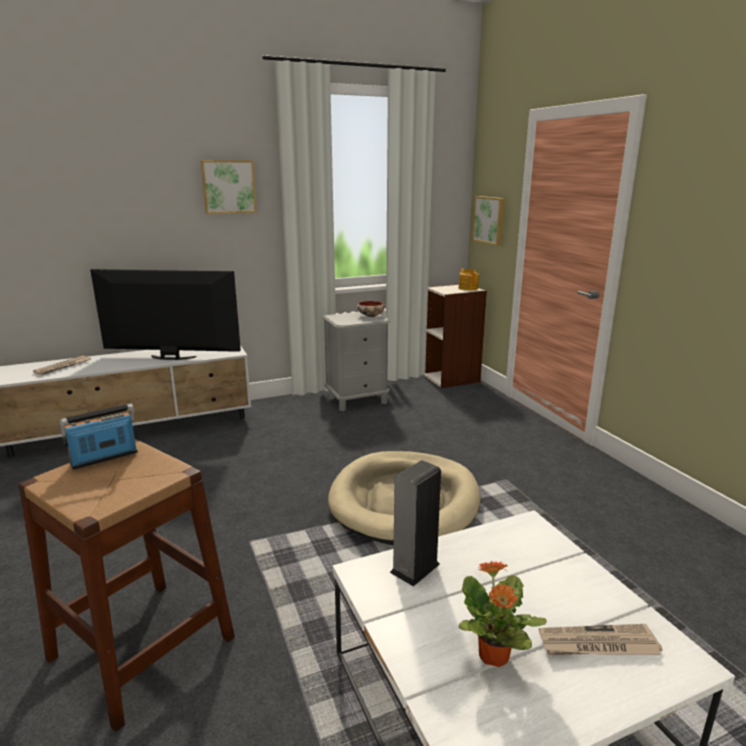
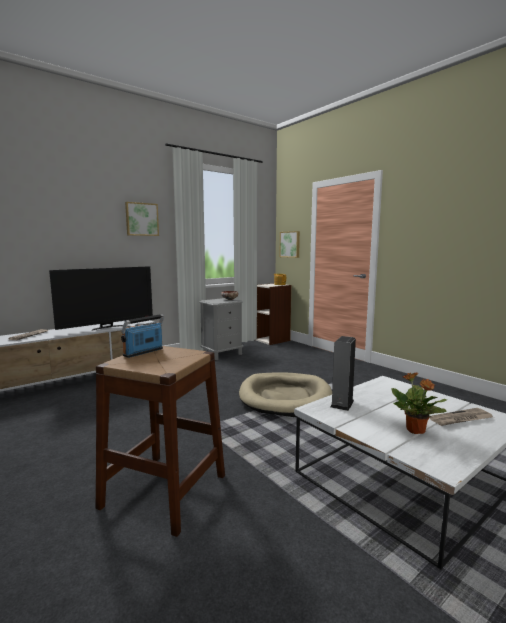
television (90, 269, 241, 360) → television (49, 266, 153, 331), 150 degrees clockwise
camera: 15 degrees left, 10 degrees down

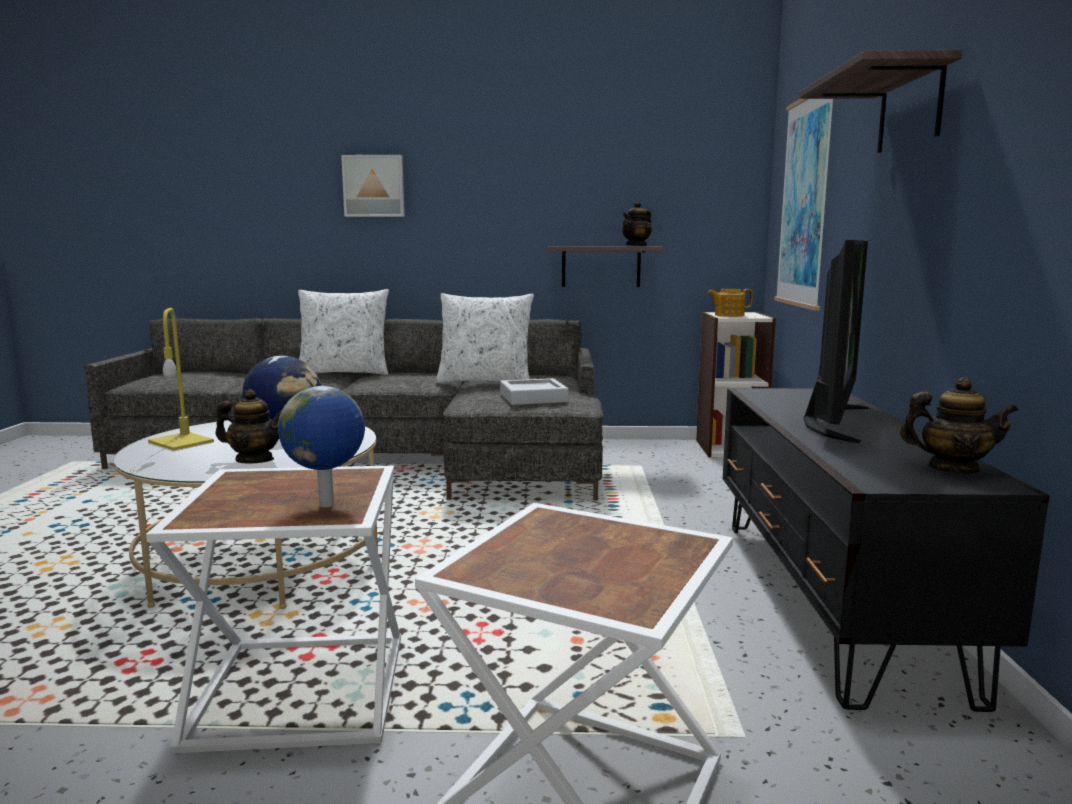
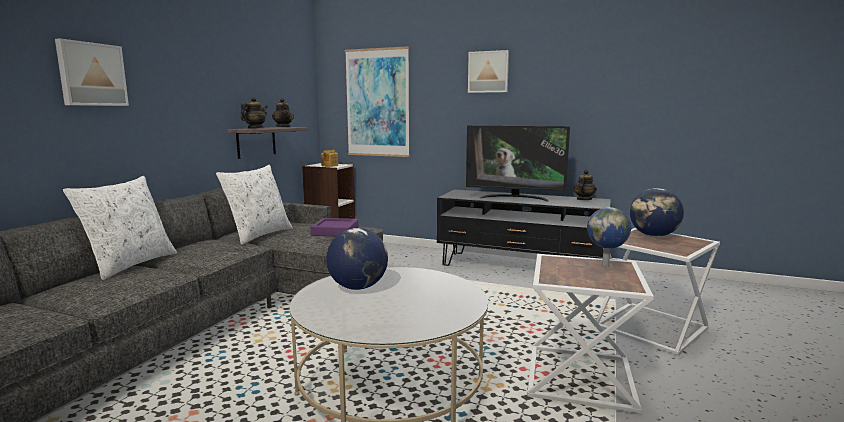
yellow table lamp (148, 308, 214, 451) → -
teapot (215, 389, 281, 464) → teapot (240, 97, 267, 128), shifted
grey tray (500, 378, 569, 405) → purple tray (311, 218, 359, 237)
shelf (798, 50, 962, 153) → picture (468, 50, 509, 93)
television (803, 240, 870, 443) → television (466, 126, 570, 201), 150 degrees clockwise
- → globe (630, 188, 684, 237)
camera: 70 degrees left, 0 degrees up

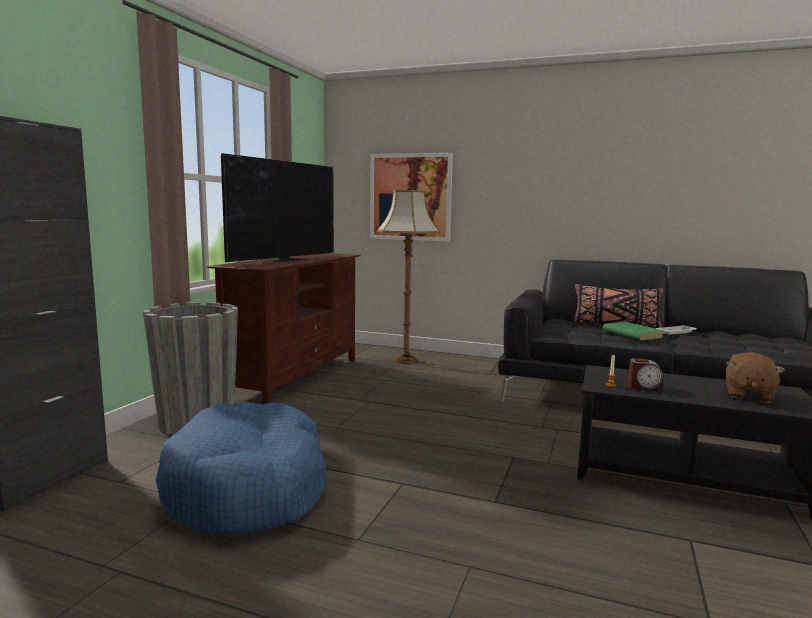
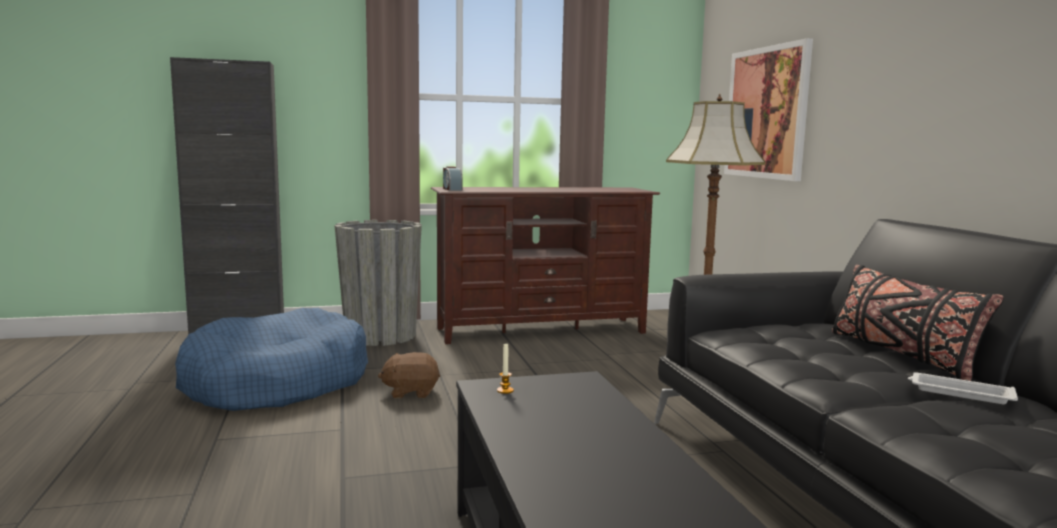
television (221, 153, 334, 262) → -
green book (603, 322, 664, 341) → -
alarm clock (628, 358, 664, 391) → alarm clock (443, 166, 463, 190), shifted
brown plush toy (726, 352, 785, 403) → brown plush toy (378, 352, 440, 399), shifted
camera: 55 degrees right, 0 degrees up

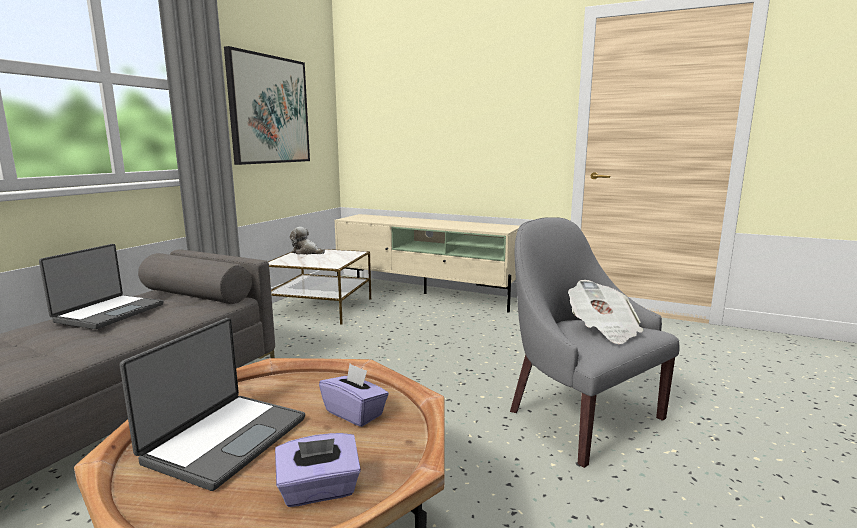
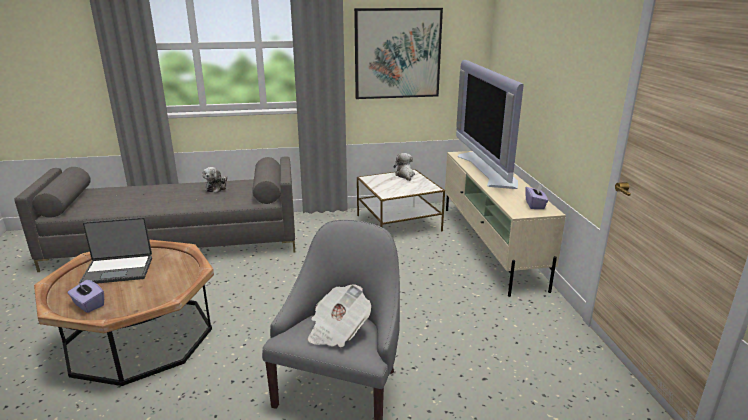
laptop (39, 244, 164, 329) → plush toy (203, 167, 227, 193)
purple tissue box (319, 364, 389, 427) → purple tissue box (525, 184, 548, 209), shifted
- → television (456, 60, 524, 189)
camera: 55 degrees right, 10 degrees up

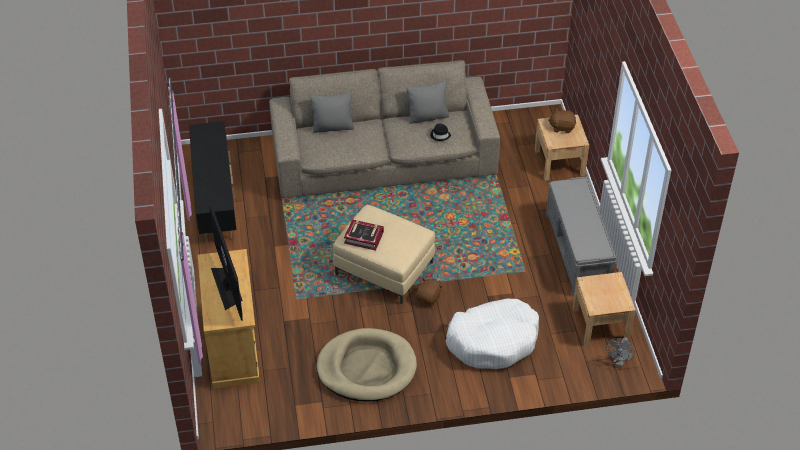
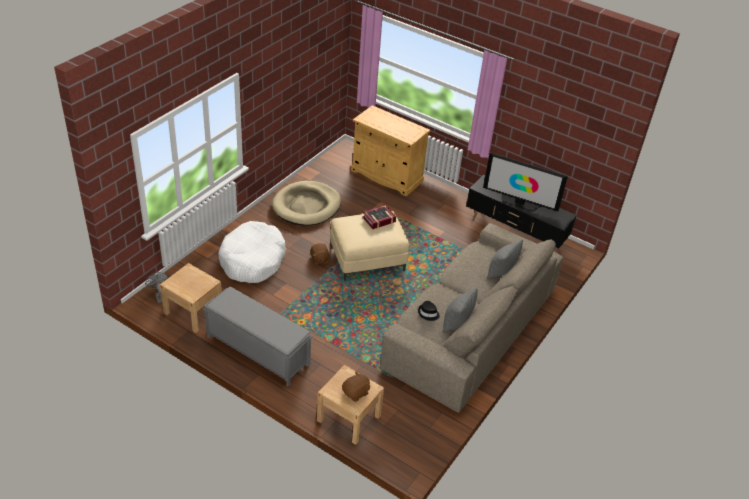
television (209, 203, 243, 321) → television (483, 152, 568, 212), shifted
camera: 130 degrees right, 5 degrees down

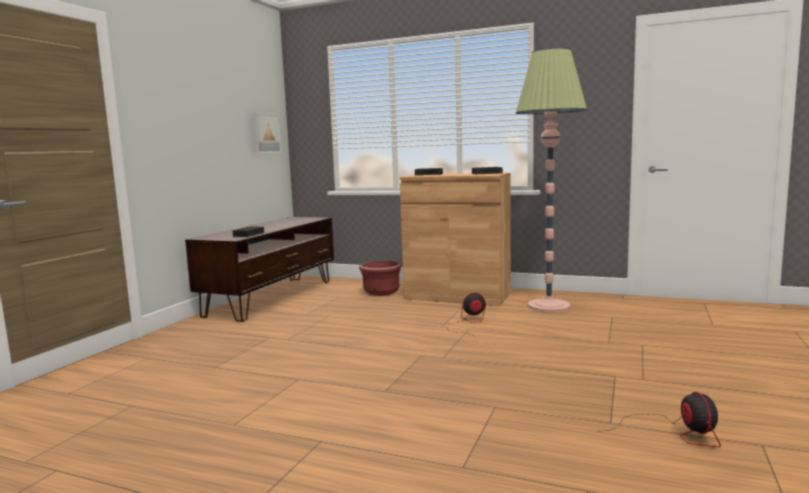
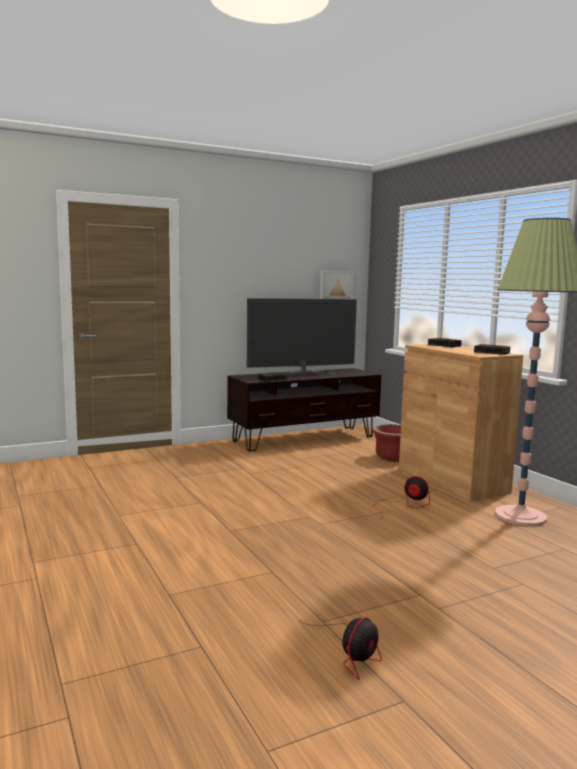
- → television (247, 298, 357, 375)
camera: 40 degrees right, 0 degrees up

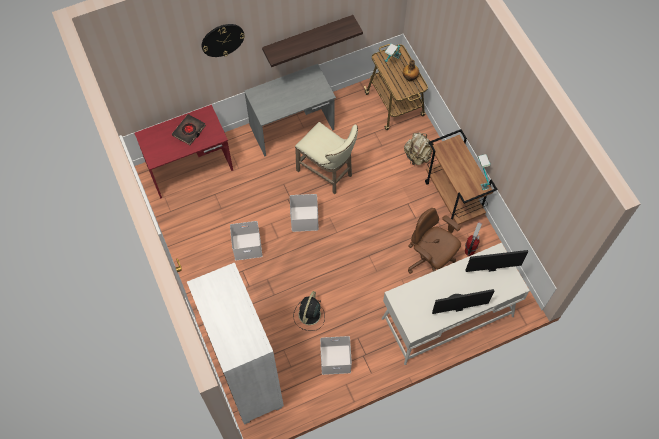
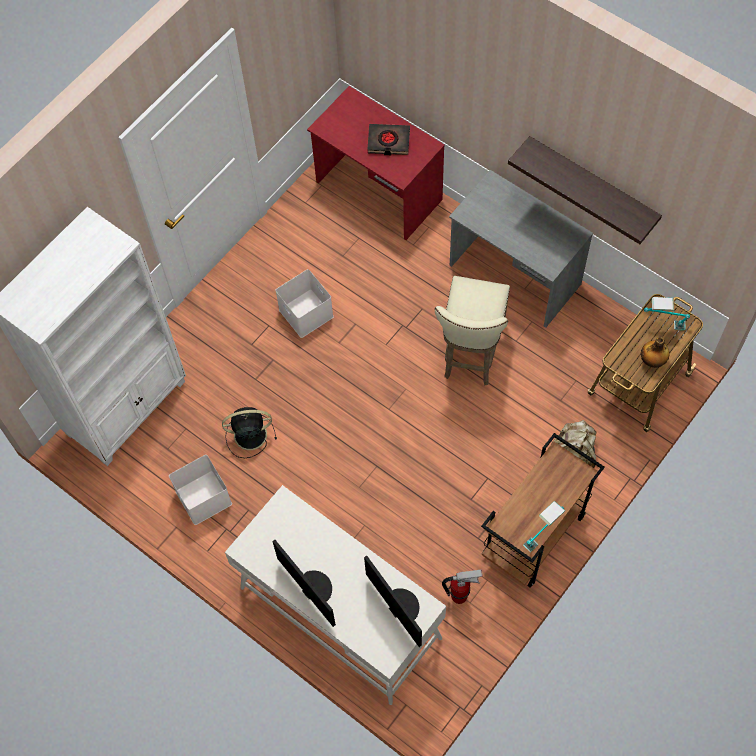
wall clock (202, 24, 245, 57) → -
white storage box (290, 194, 319, 232) → -
brown office chair (408, 208, 461, 274) → -
camera: 65 degrees right, 0 degrees up

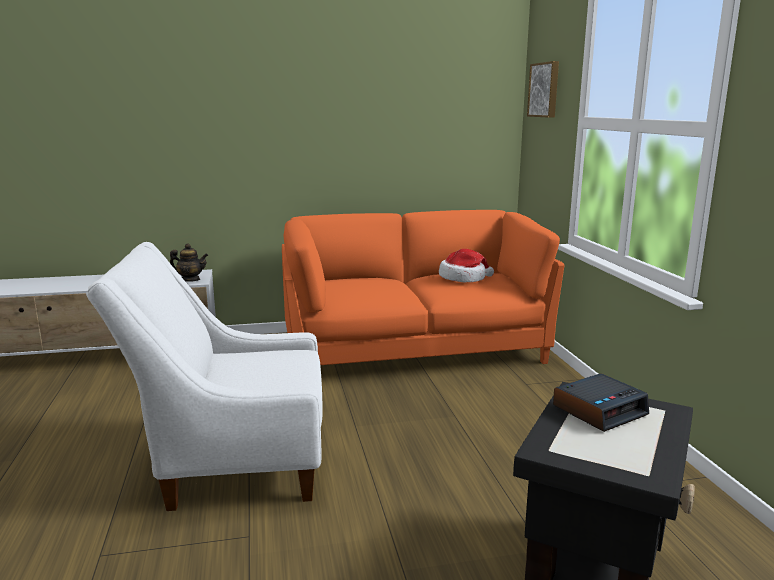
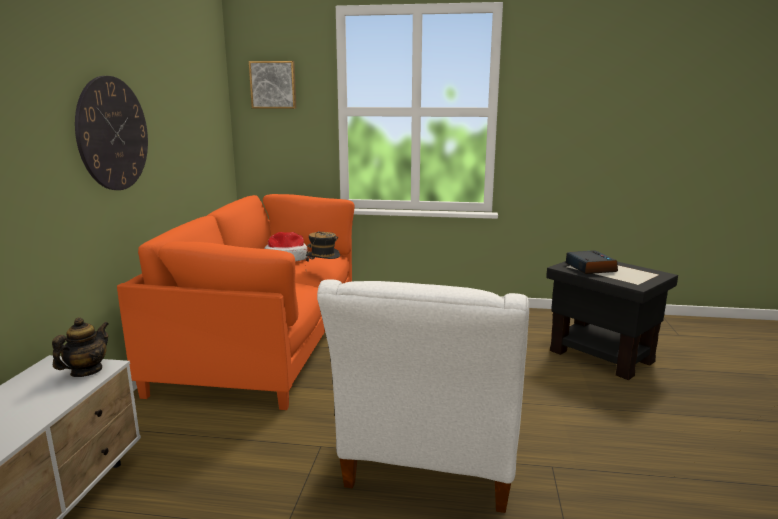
- → wall clock (75, 76, 148, 190)
- → hat (305, 231, 340, 264)
camera: 70 degrees left, 0 degrees up

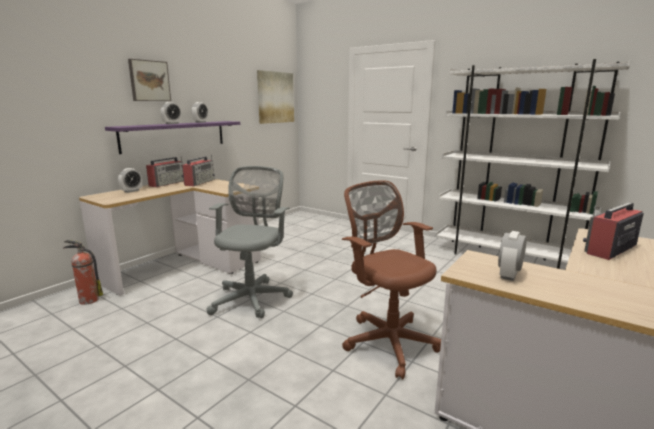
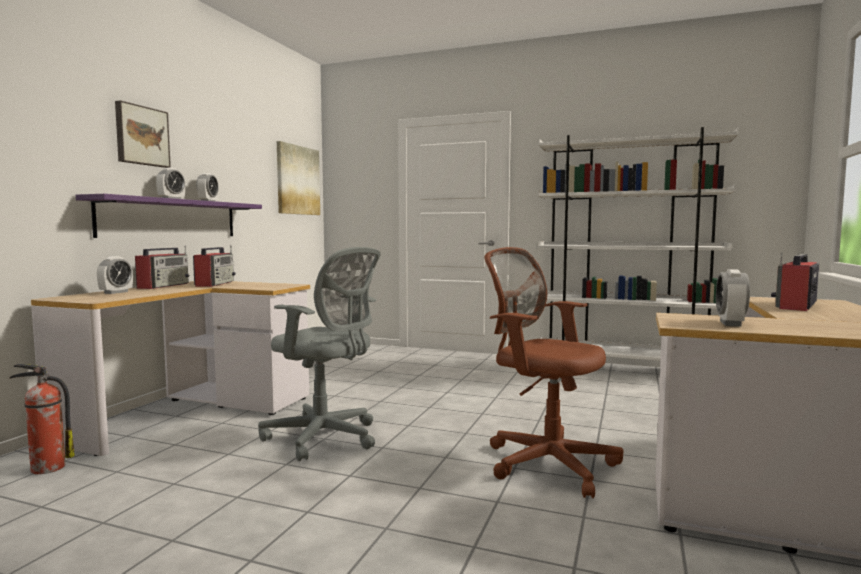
grey office chair (206, 166, 293, 318) → grey office chair (258, 247, 381, 461), 120 degrees clockwise
camera: 15 degrees left, 10 degrees down

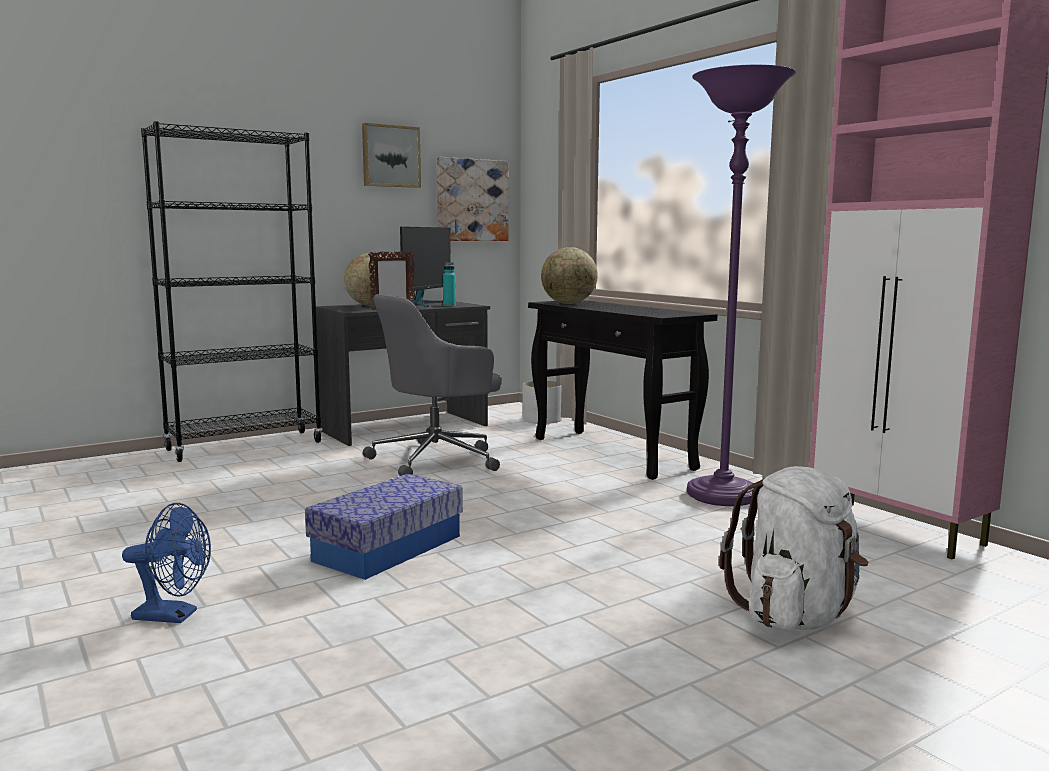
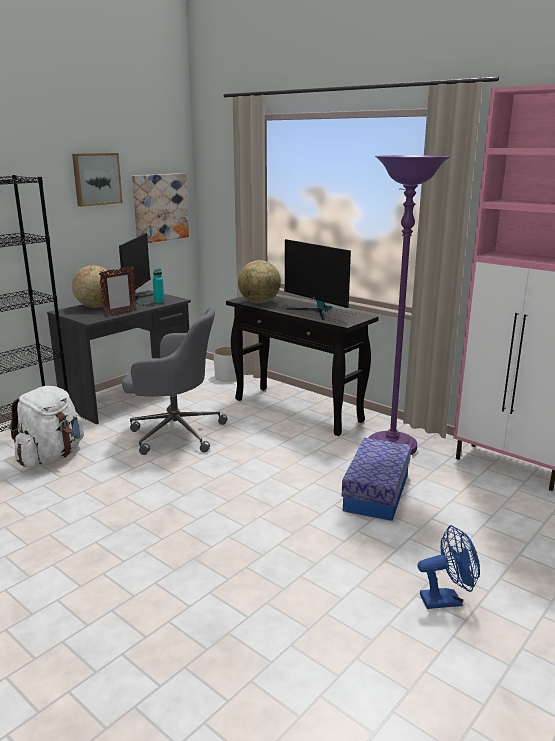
blue fan (122, 503, 211, 623) → blue fan (418, 525, 480, 609), shifted
storage box (305, 474, 463, 580) → storage box (341, 438, 411, 521), shifted
grey office chair (363, 294, 502, 476) → grey office chair (122, 307, 228, 455), 120 degrees counterclockwise
white backpack (719, 466, 868, 631) → white backpack (10, 386, 84, 467), shifted
- → monitor (284, 239, 351, 320)
camera: 15 degrees left, 10 degrees up

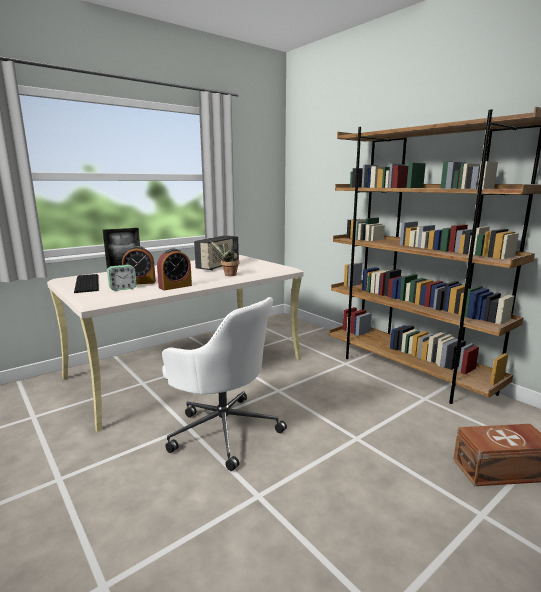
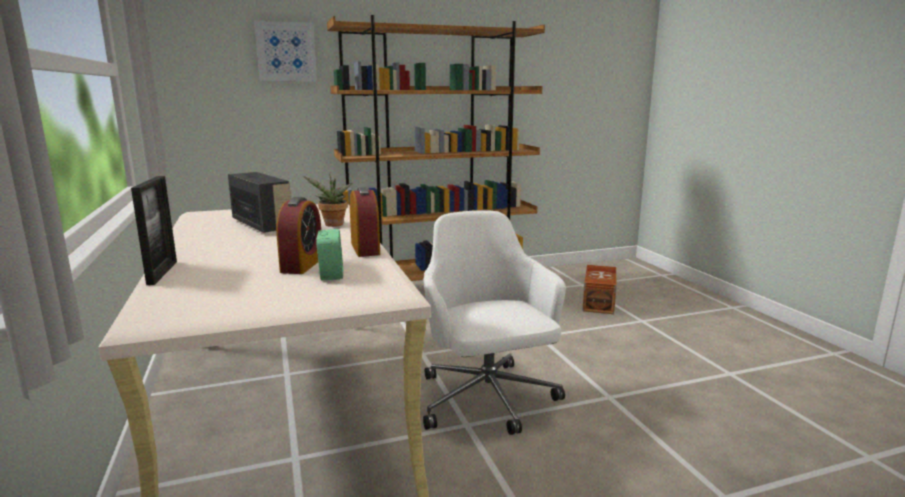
keyboard (74, 274, 99, 293) → -
white office chair (162, 297, 287, 471) → white office chair (423, 210, 566, 435), 75 degrees counterclockwise
- → picture (254, 21, 317, 81)
camera: 70 degrees left, 0 degrees up

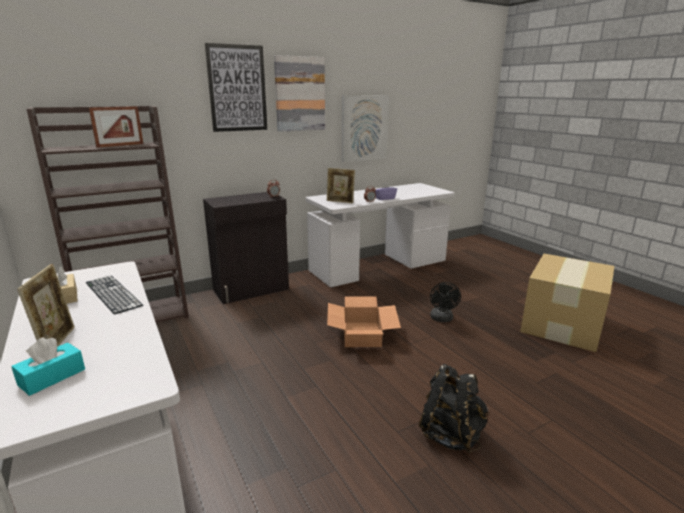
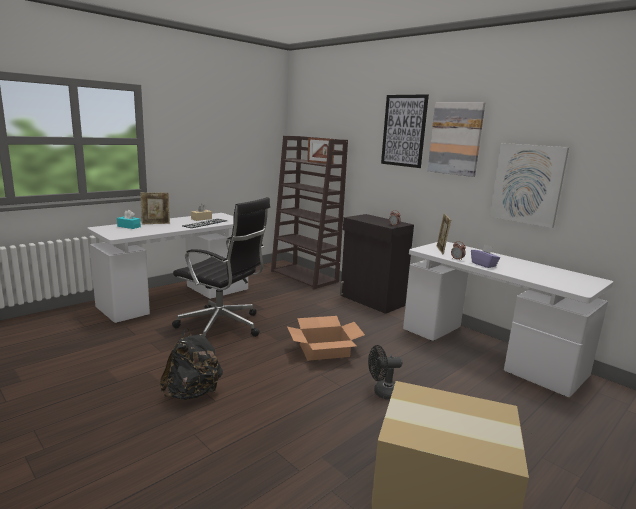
- → black office chair (172, 197, 270, 337)
camera: 75 degrees right, 5 degrees down

